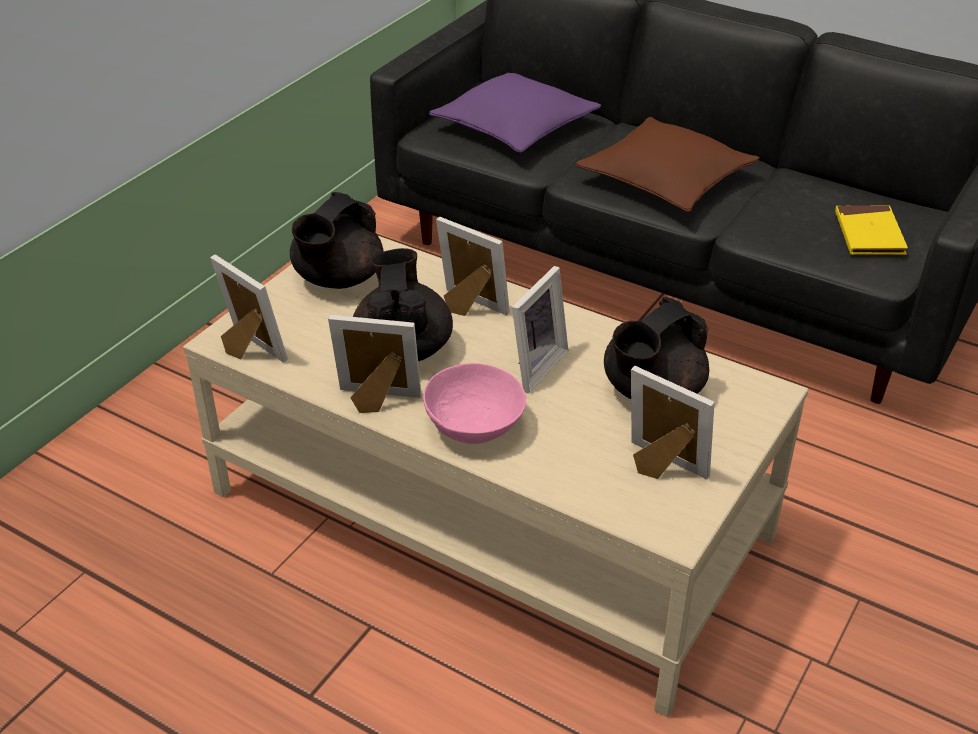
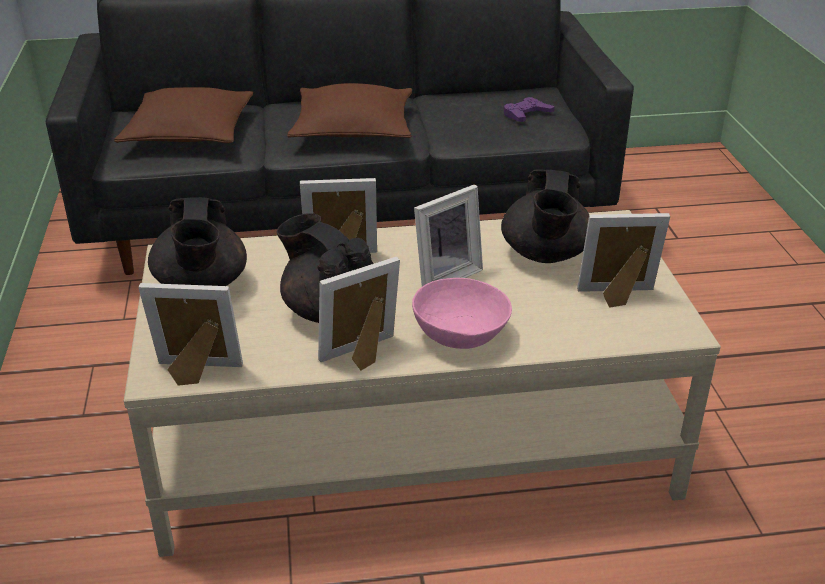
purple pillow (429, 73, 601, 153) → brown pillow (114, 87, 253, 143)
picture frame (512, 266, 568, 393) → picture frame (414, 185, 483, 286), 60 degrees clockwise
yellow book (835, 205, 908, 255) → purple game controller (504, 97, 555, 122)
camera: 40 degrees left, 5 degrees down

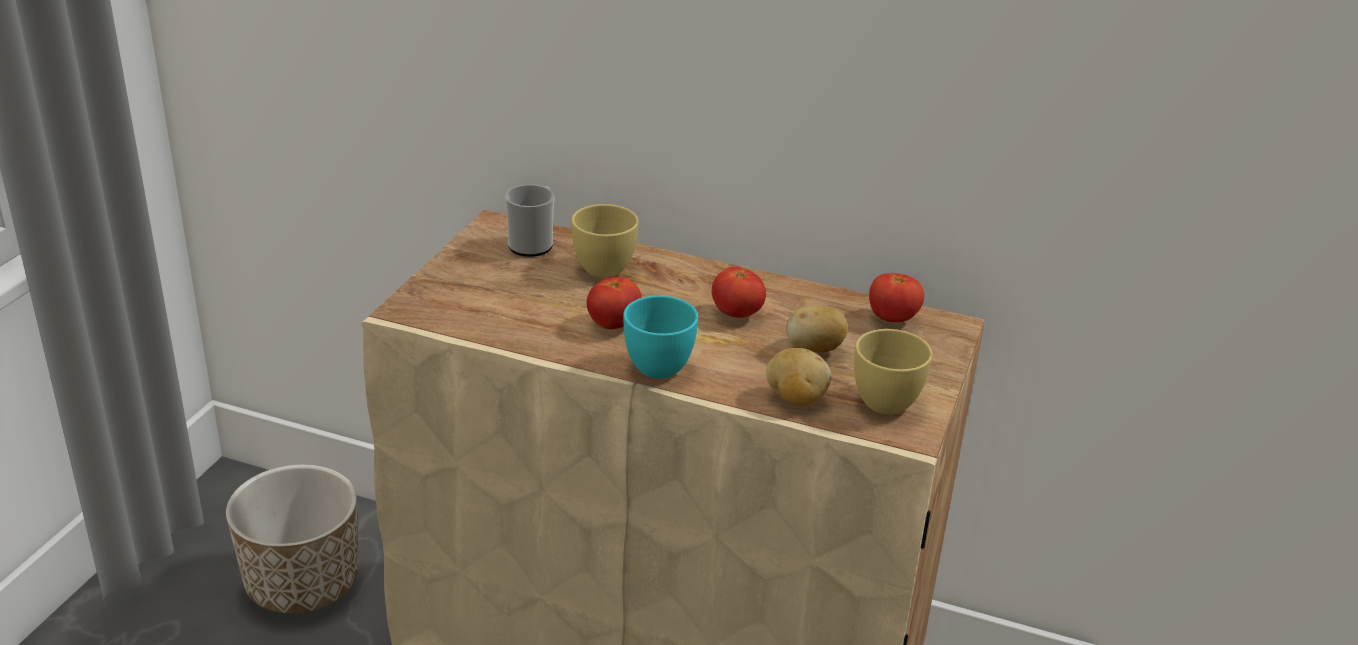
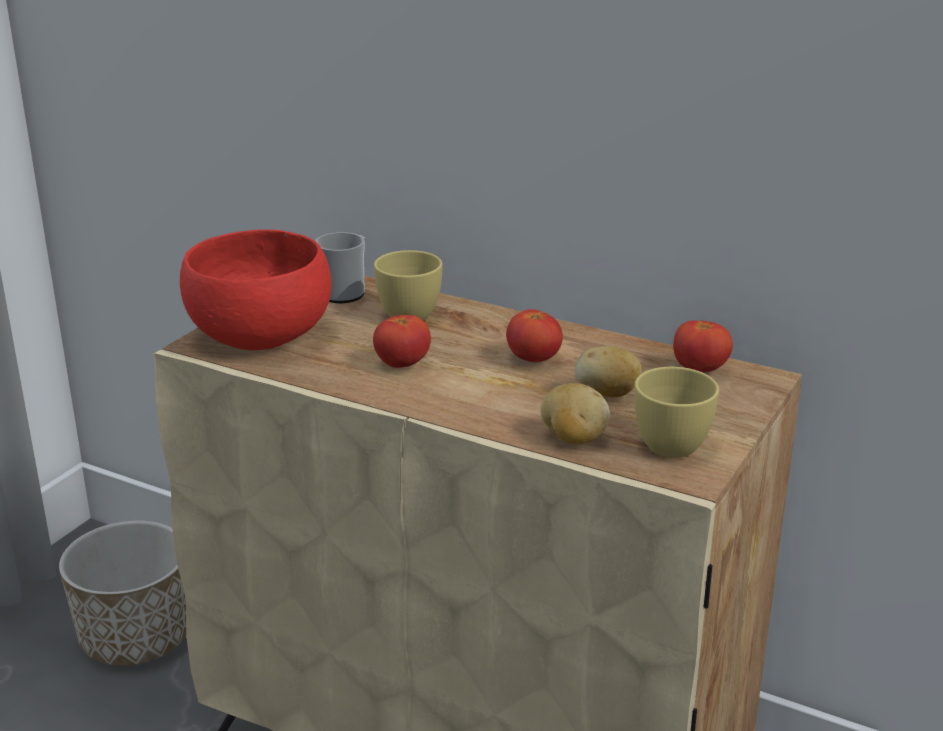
turquoise cup (623, 295, 698, 379) → -
- → red bowl (180, 229, 332, 350)
camera: 10 degrees right, 5 degrees down

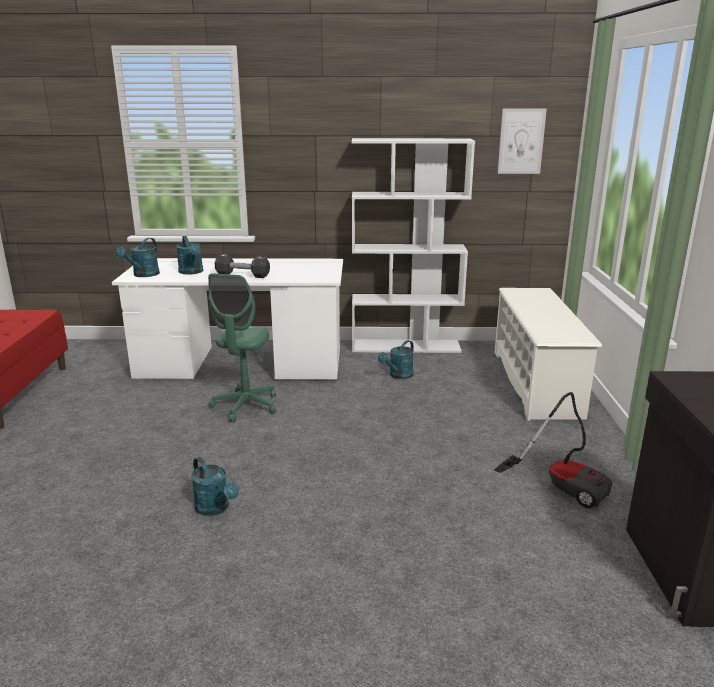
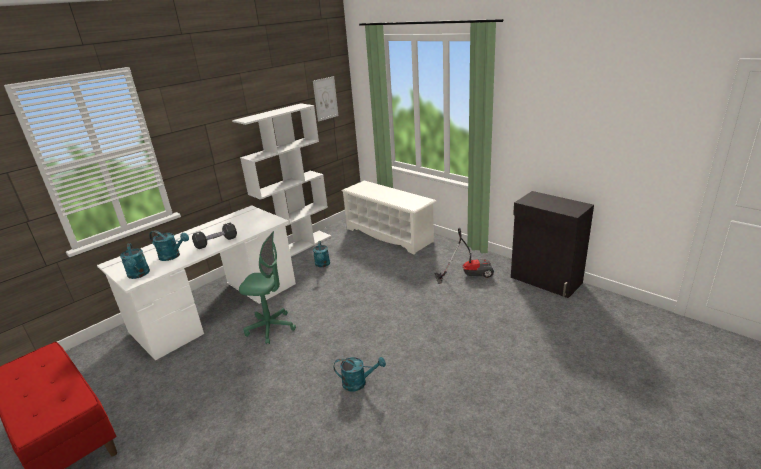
green office chair (208, 273, 277, 423) → green office chair (239, 231, 296, 344), 45 degrees counterclockwise
camera: 45 degrees left, 5 degrees up

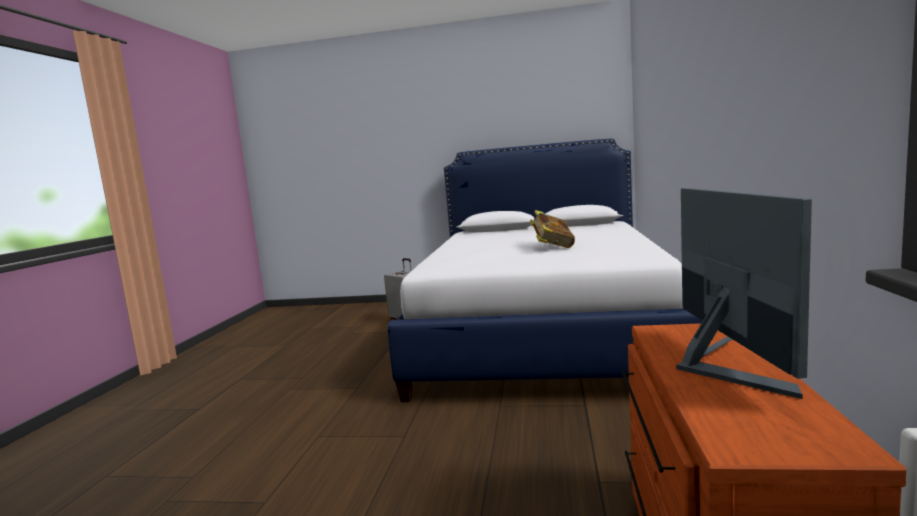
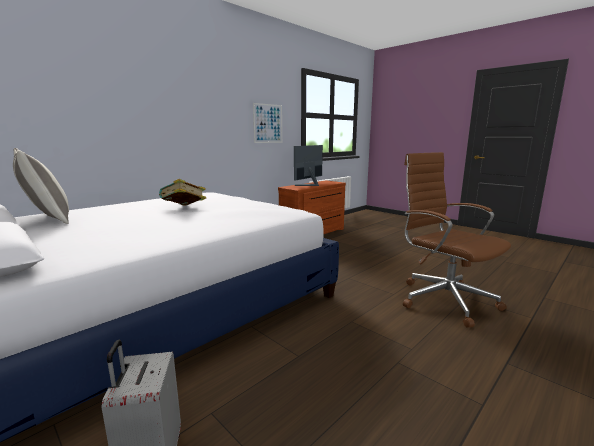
- → pillow (13, 148, 69, 224)
- → picture (253, 103, 282, 143)
- → brown office chair (403, 152, 511, 328)
camera: 145 degrees left, 5 degrees up

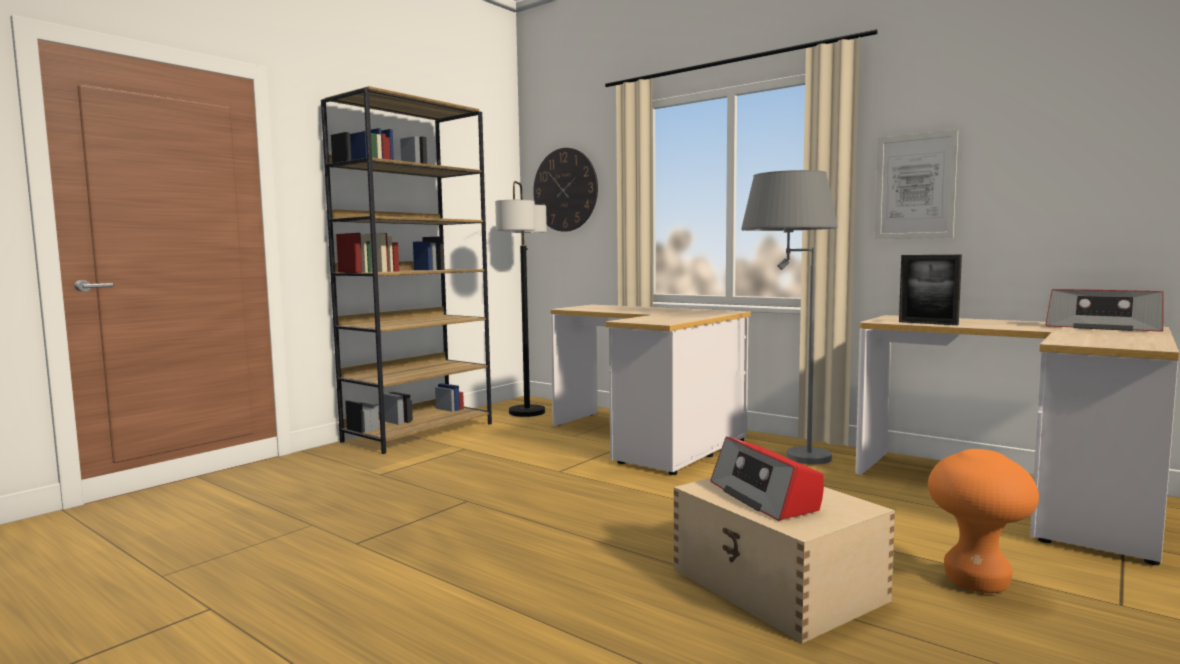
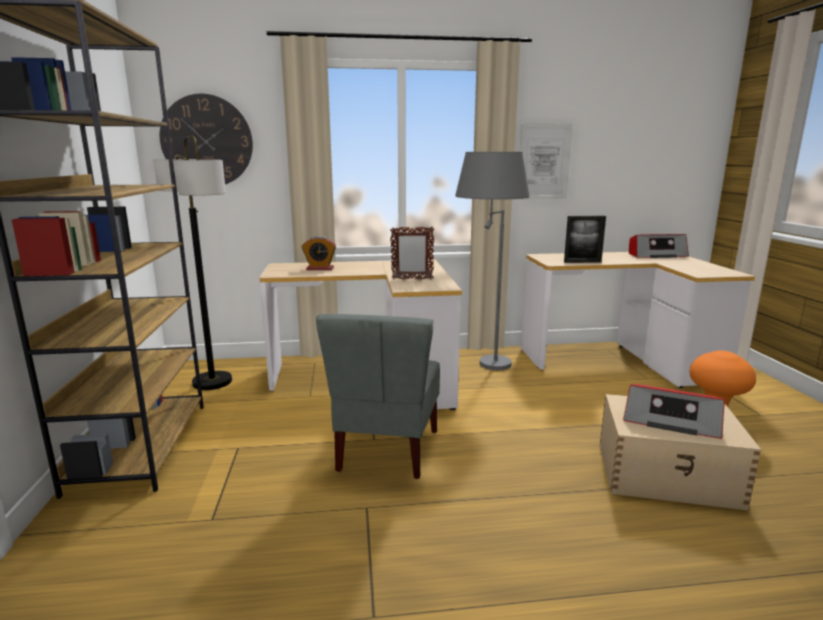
- → alarm clock (302, 236, 336, 270)
- → grey chair (316, 314, 440, 479)
- → picture frame (390, 227, 434, 279)
camera: 45 degrees left, 10 degrees up

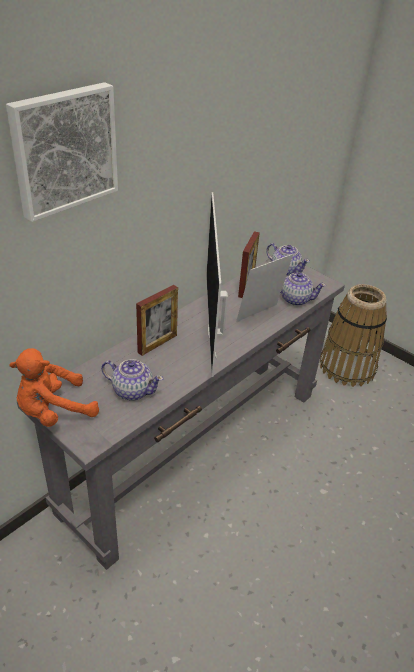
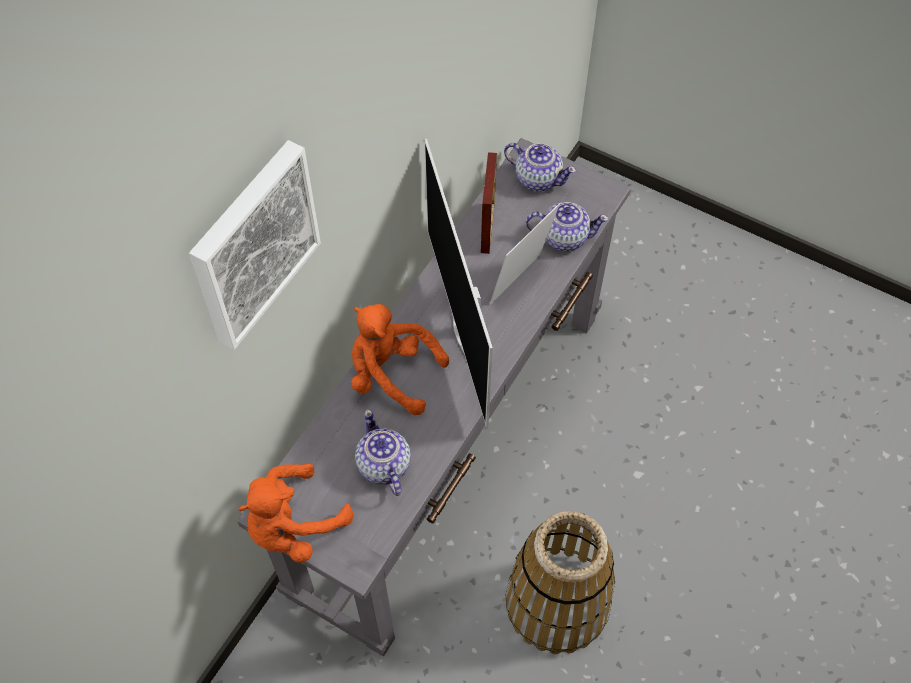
teapot (101, 359, 164, 400) → teapot (355, 409, 411, 496), 120 degrees counterclockwise
picture frame (136, 285, 178, 356) → orange plush toy (351, 304, 449, 415)
basket (320, 284, 387, 387) → basket (506, 511, 615, 654), shifted
camera: 10 degrees left, 20 degrees up

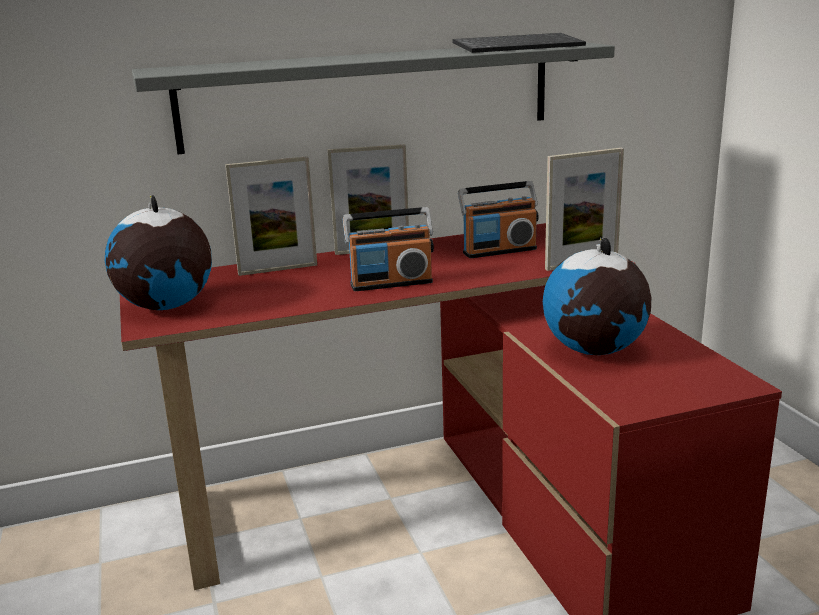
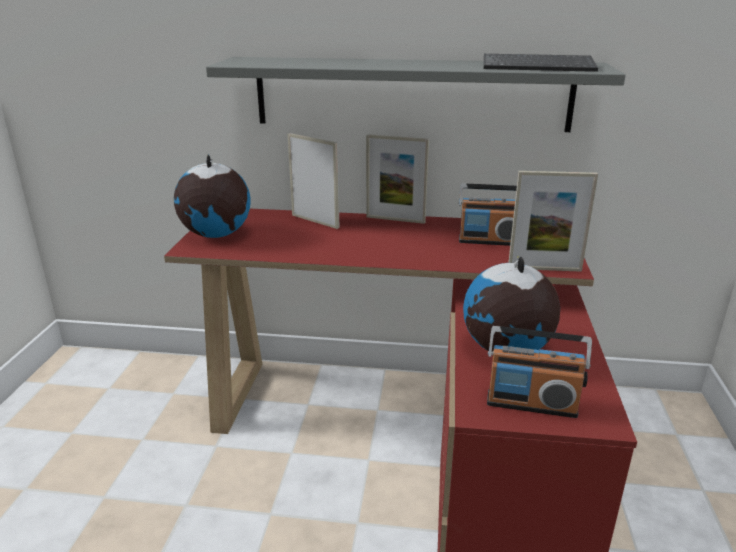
picture frame (225, 156, 317, 276) → picture frame (288, 133, 340, 229), 150 degrees counterclockwise
radio (343, 207, 434, 291) → radio (487, 326, 592, 418), shifted
camera: 25 degrees right, 5 degrees up

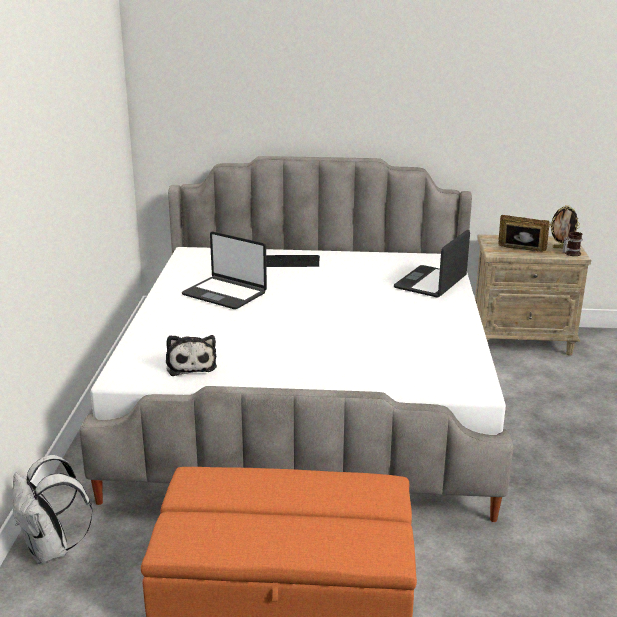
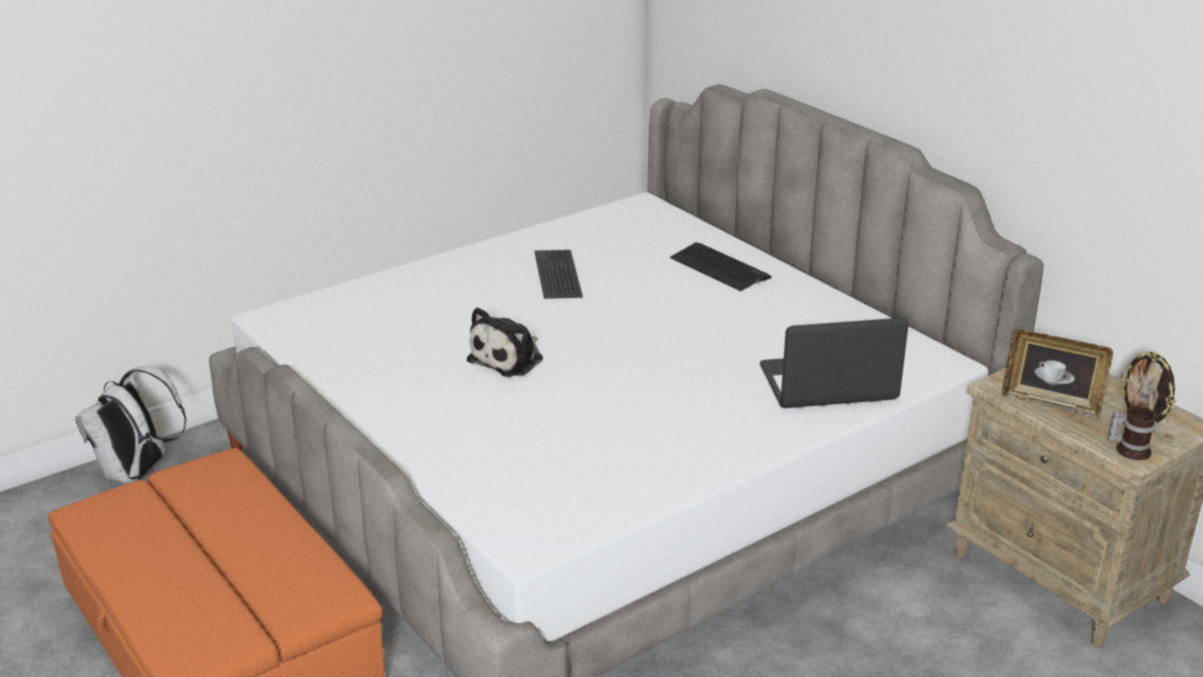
plush toy (166, 335, 217, 376) → plush toy (467, 307, 543, 377), shifted
laptop (182, 231, 267, 309) → keyboard (535, 250, 583, 299)
picture frame (498, 215, 550, 251) → picture frame (1002, 330, 1113, 419), 135 degrees clockwise
camera: 50 degrees right, 5 degrees up

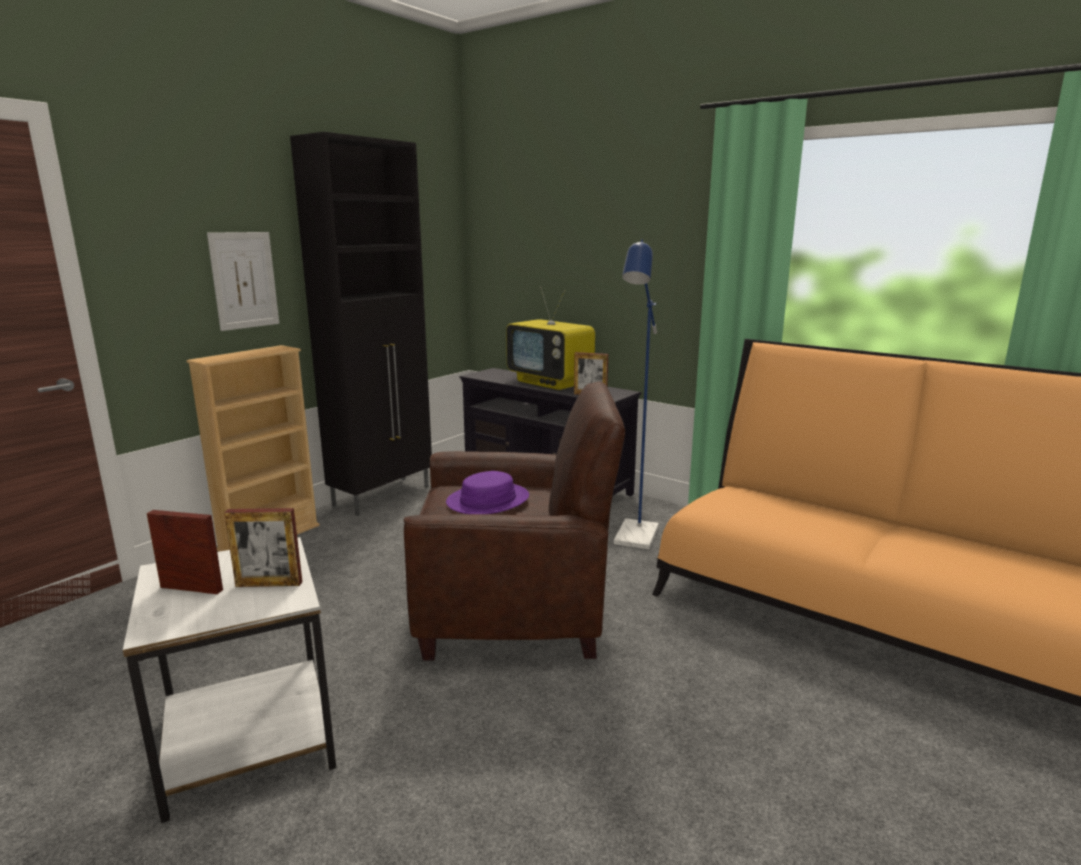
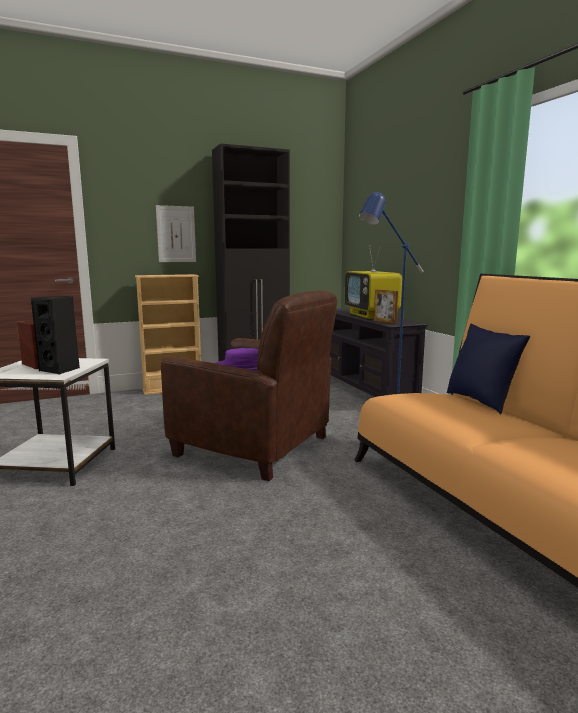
picture frame (224, 508, 302, 587) → black speaker (31, 296, 80, 375)
- → blue pillow (447, 324, 530, 414)
camera: 30 degrees right, 5 degrees down

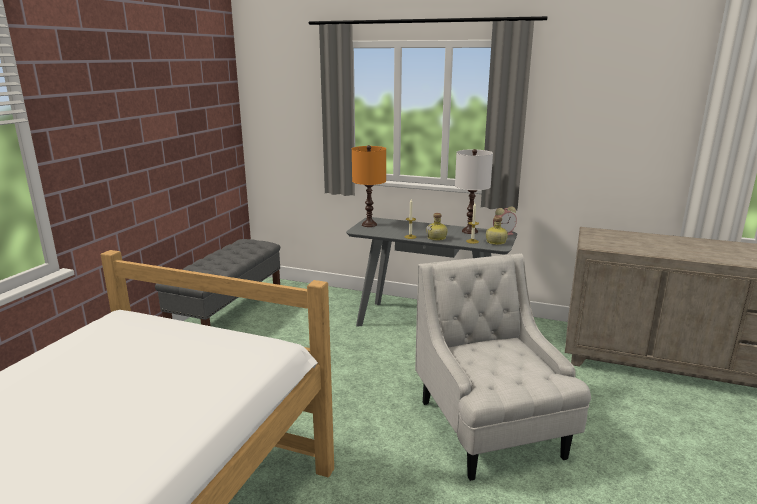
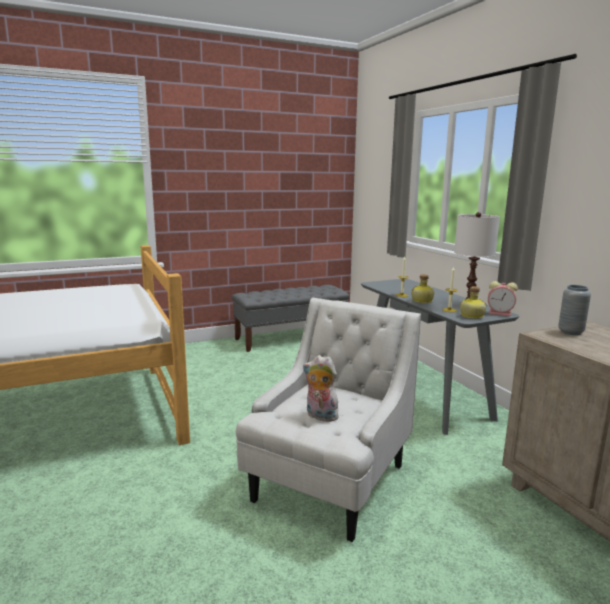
orange table lamp (352, 145, 386, 227) → -
- → plush toy (303, 355, 339, 422)
- → grey vase (558, 285, 591, 335)
camera: 45 degrees right, 5 degrees down

